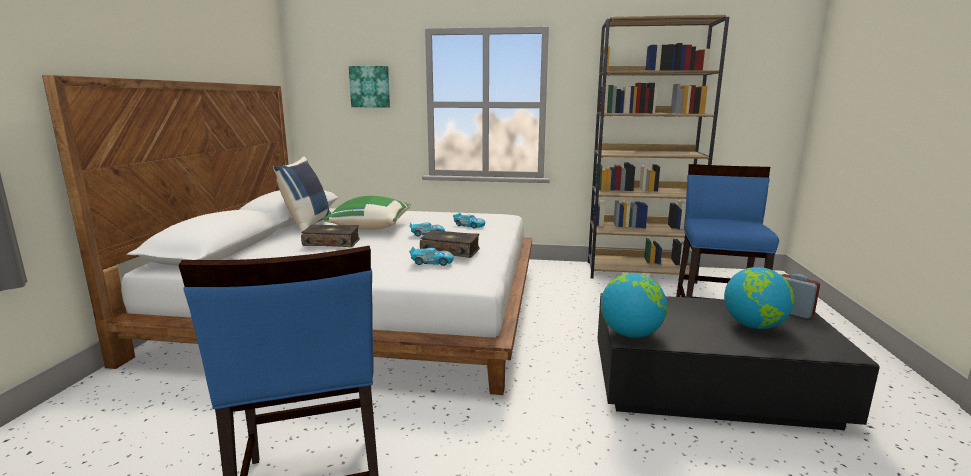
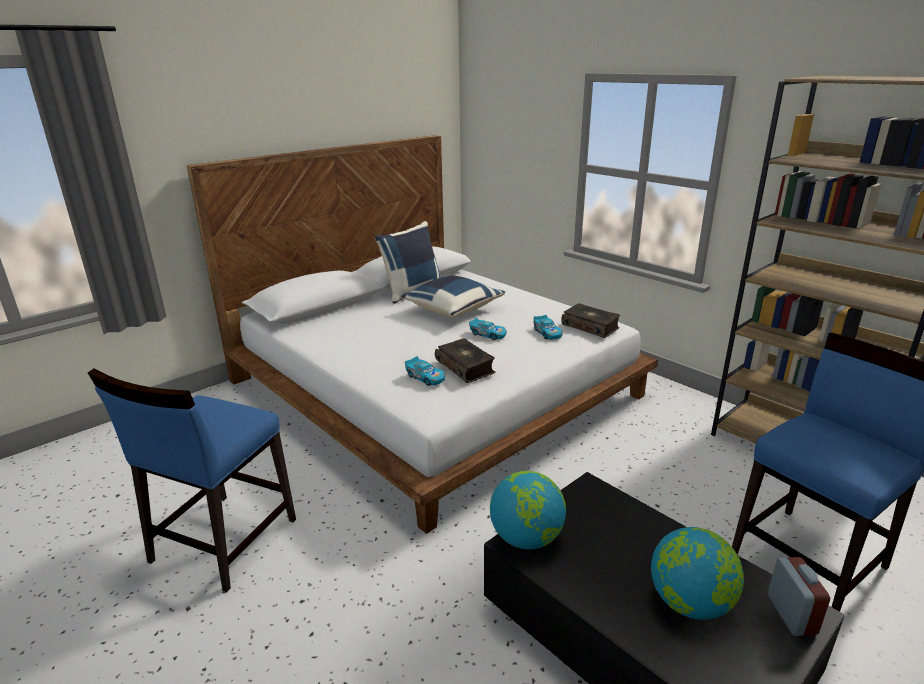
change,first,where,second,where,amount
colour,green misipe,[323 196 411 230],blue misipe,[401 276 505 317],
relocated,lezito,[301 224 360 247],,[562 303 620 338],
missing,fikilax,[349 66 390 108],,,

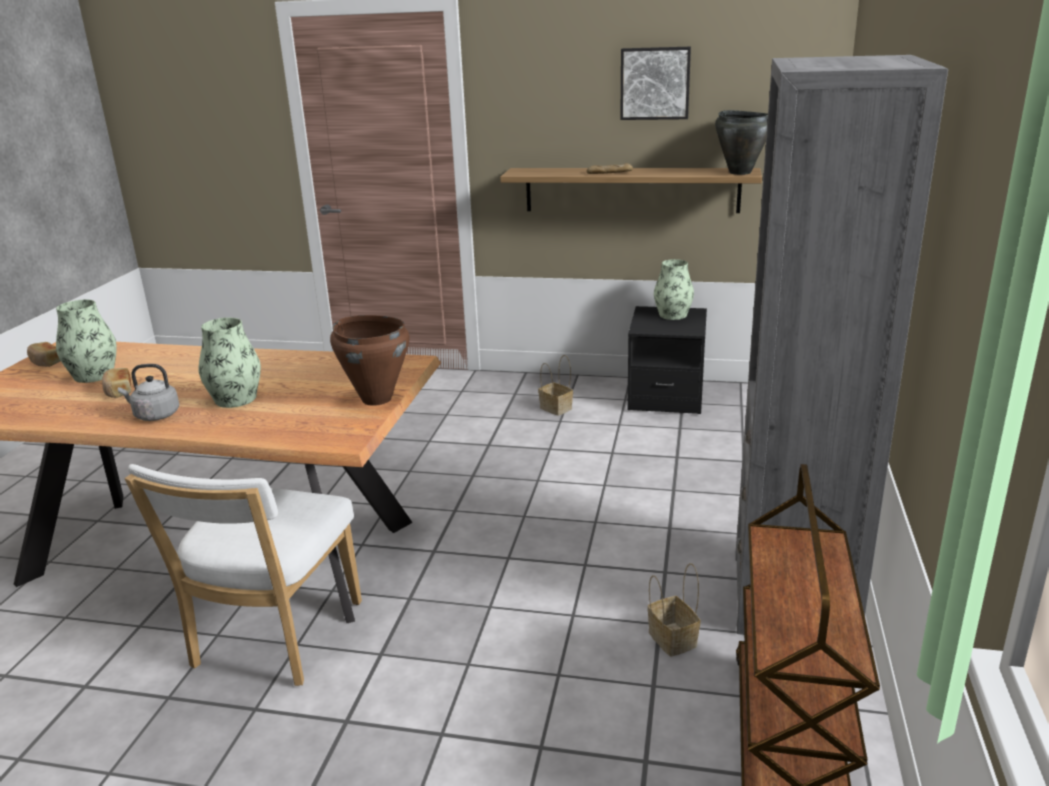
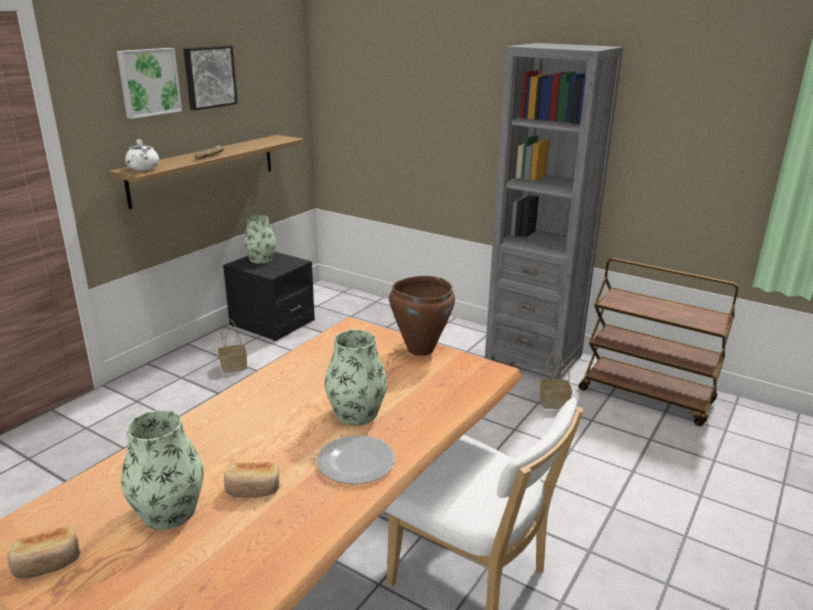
change,first,where,second,where,amount
appeared,,,fikilax,[117 48 182 119],
appeared,,,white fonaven,[125 139 159 171],
exchanged,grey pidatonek,[118 364 179 421],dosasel,[317 435 395 484],
missing,black fonaven,[715 110 768 175],,,

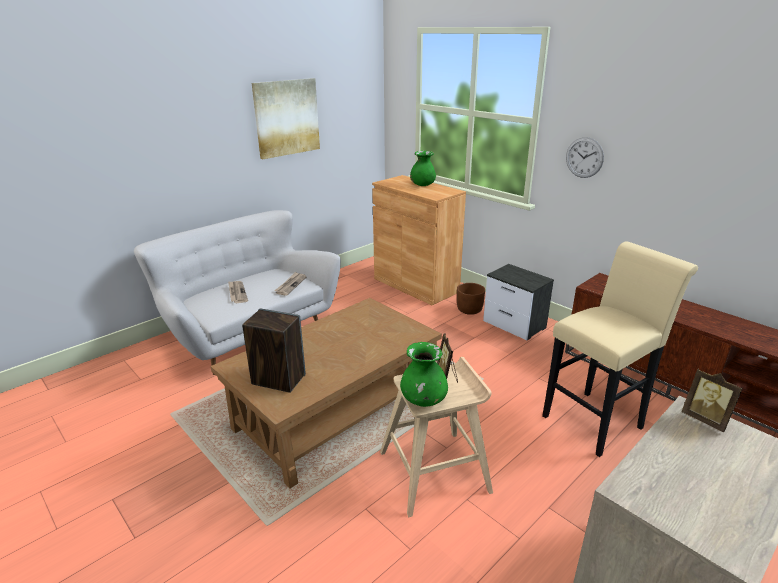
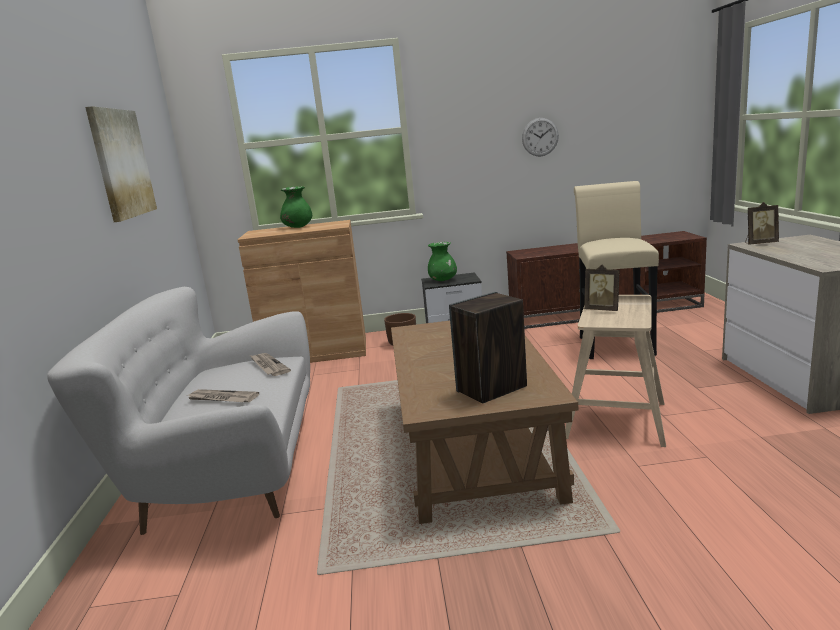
change,first,where,second,where,amount
relocated,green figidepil,[400 342 448 407],,[428 242 457 281],
relocated,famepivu,[566 137 604 178],,[522 118 559 156],

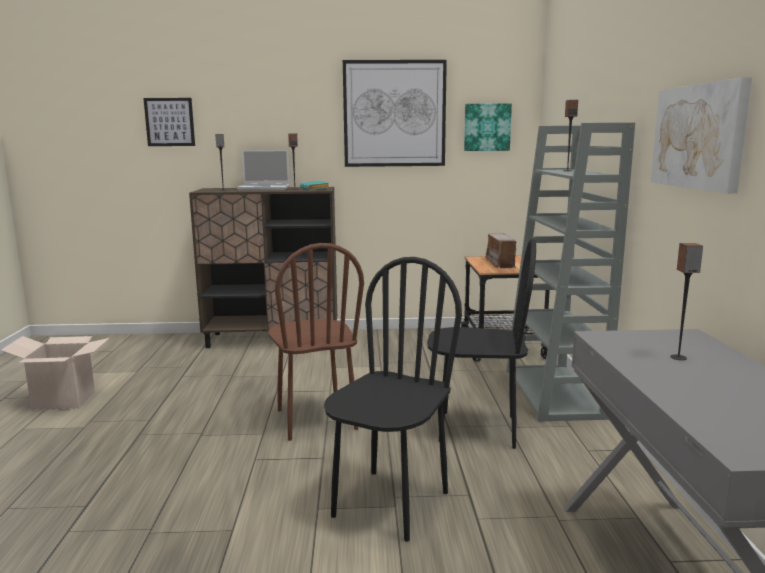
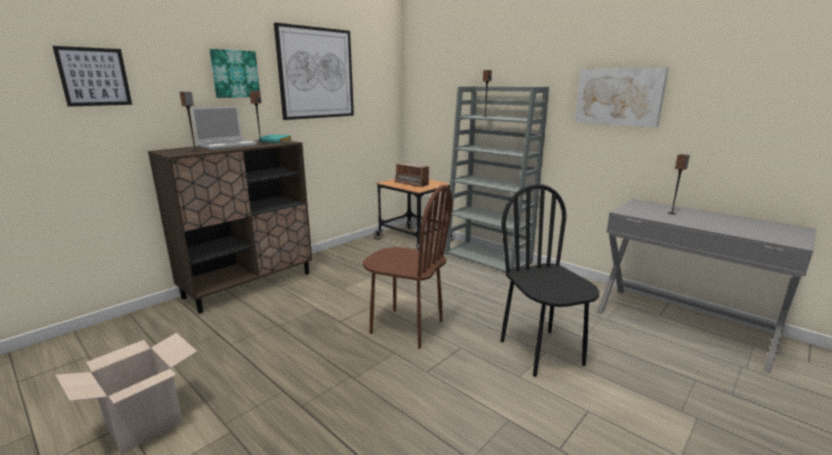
change,first,where,second,where,amount
relocated,fikilax,[464 103 512 151],,[209 49 260 98],
missing,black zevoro,[427 239 536 449],,,

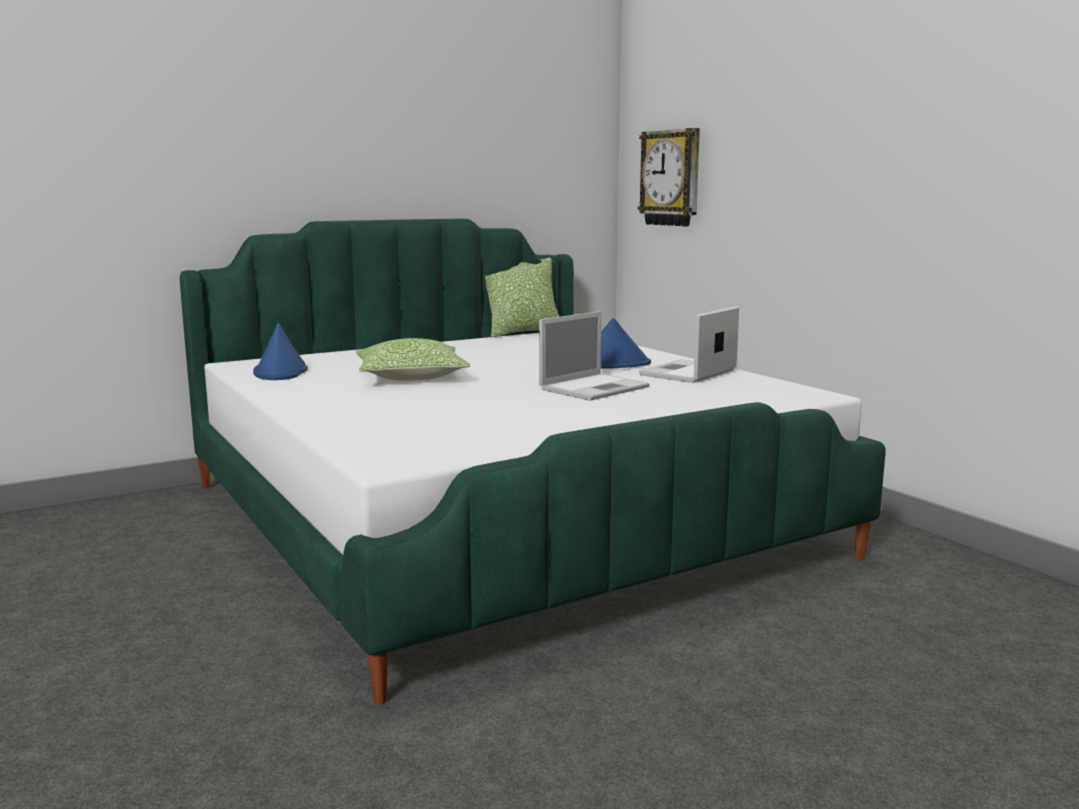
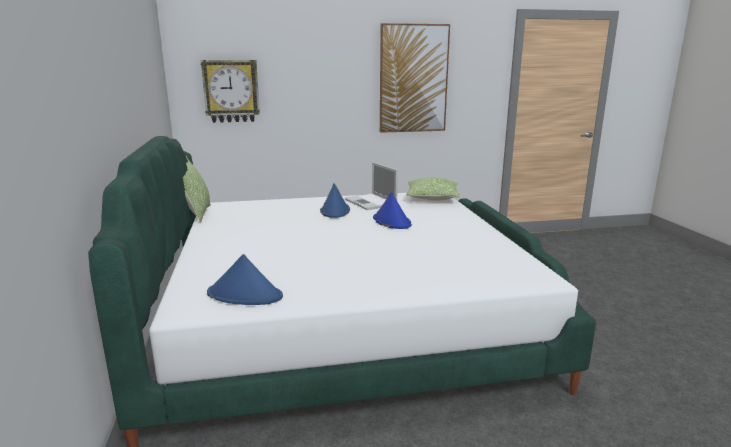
change,first,where,second,where,amount
exchanged,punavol,[539 311 649 401],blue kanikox,[373 192 412 229],
appeared,,,fikilax,[380 23 450 133],
relocated,misipe,[356 338 470 381],,[406 177 460 201],

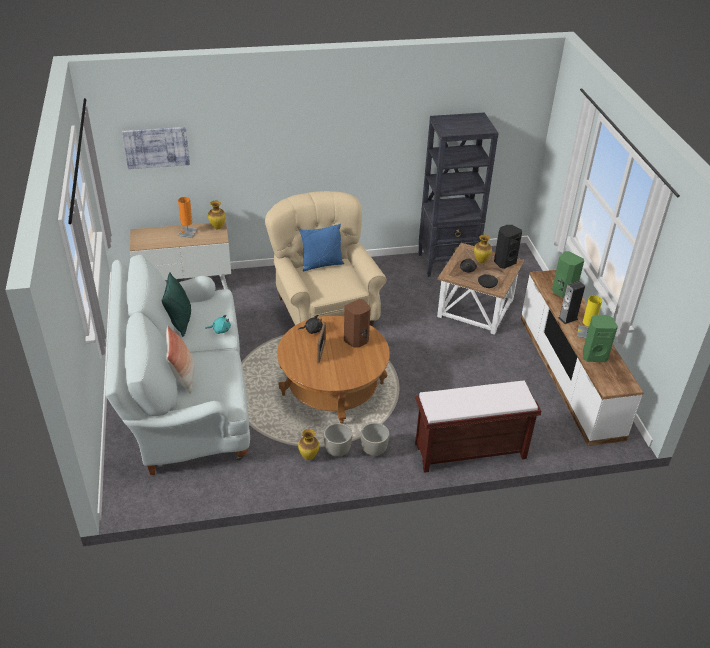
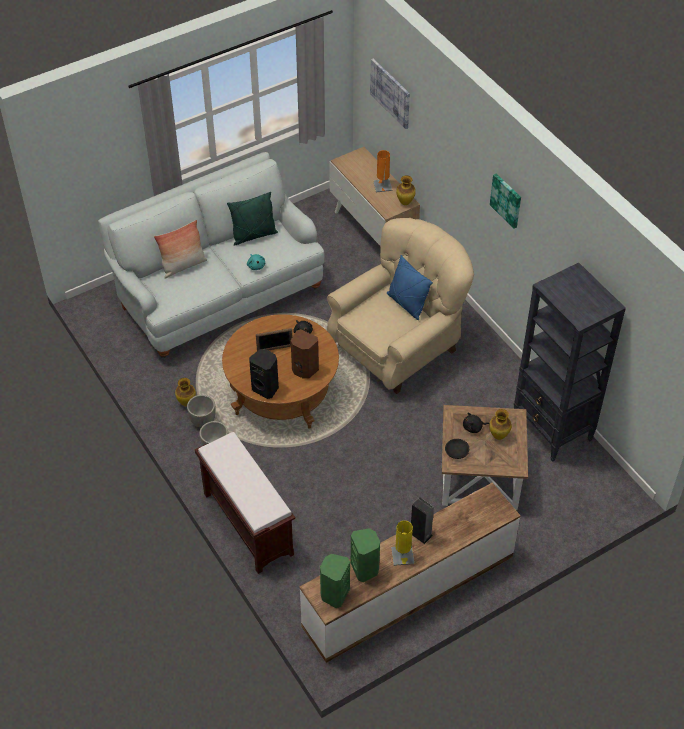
change,first,where,second,where,amount
relocated,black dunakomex,[494 225 522 269],,[249 349 279 399],
relocated,green dunakomex,[552 251 584 298],,[320 554 350 608],
appeared,,,fikilax,[490 173 521 229],

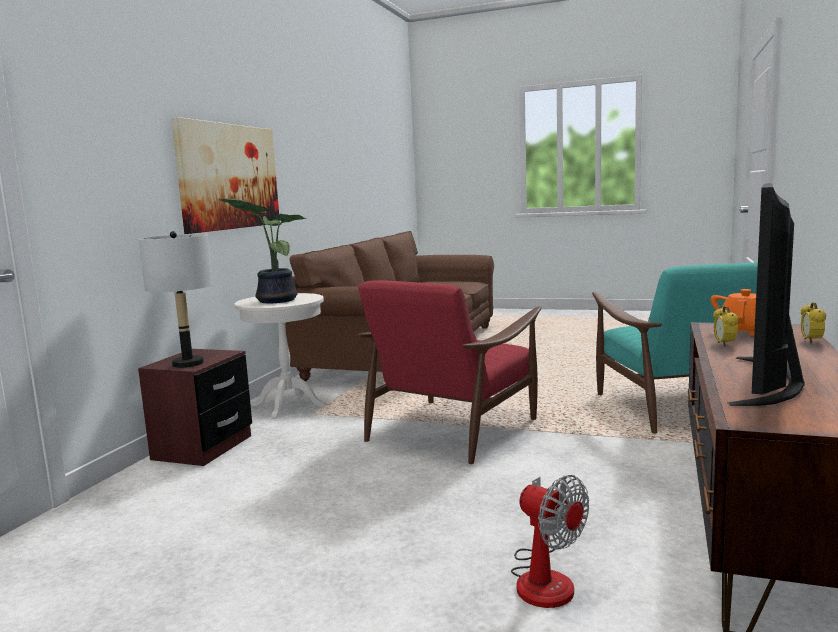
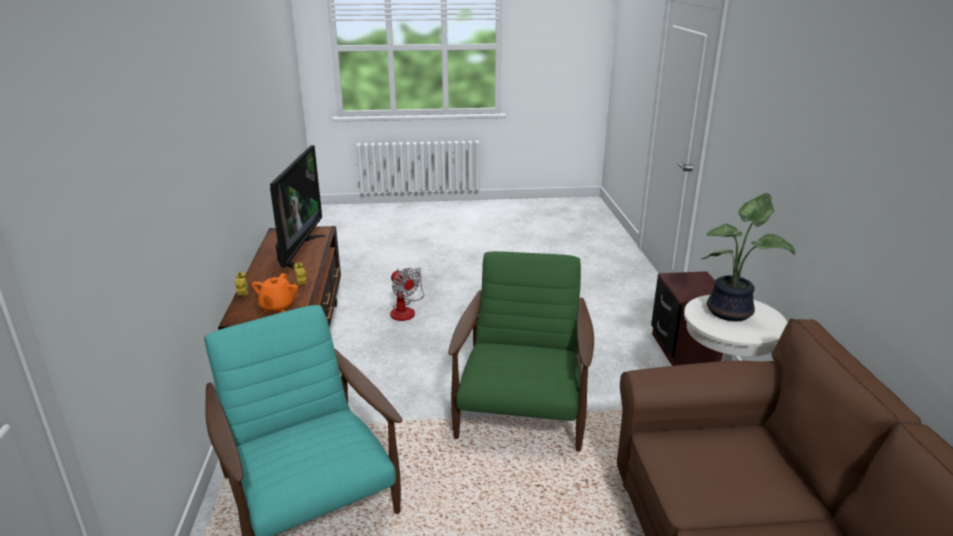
change,first,where,second,where,amount
spun,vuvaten,[511 475 589 608],,[390 267 424 321],150 degrees counterclockwise
colour,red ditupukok,[358 280 542 464],green ditupukok,[448 251 594 452],
missing,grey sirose,[138 231 213 368],,,
missing,fikilax,[171 117 280 234],,,

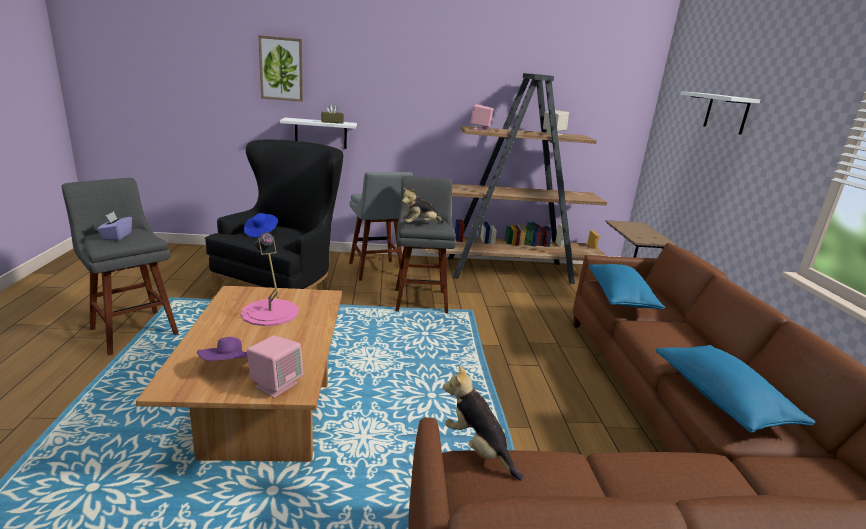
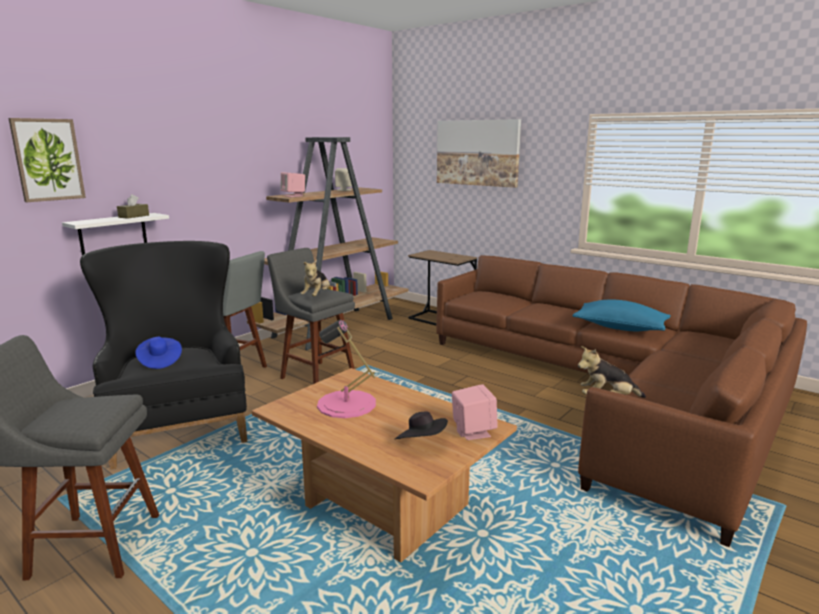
change,first,where,second,where,amount
colour,purple kanikox,[197 337 247 361],black kanikox,[395 411 448 439],
exchanged,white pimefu,[680 91 760 134],fikilax,[437 119 521 188],
missing,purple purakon,[97 211 132 241],,,
missing,blue misipe,[589 264 665 309],,,

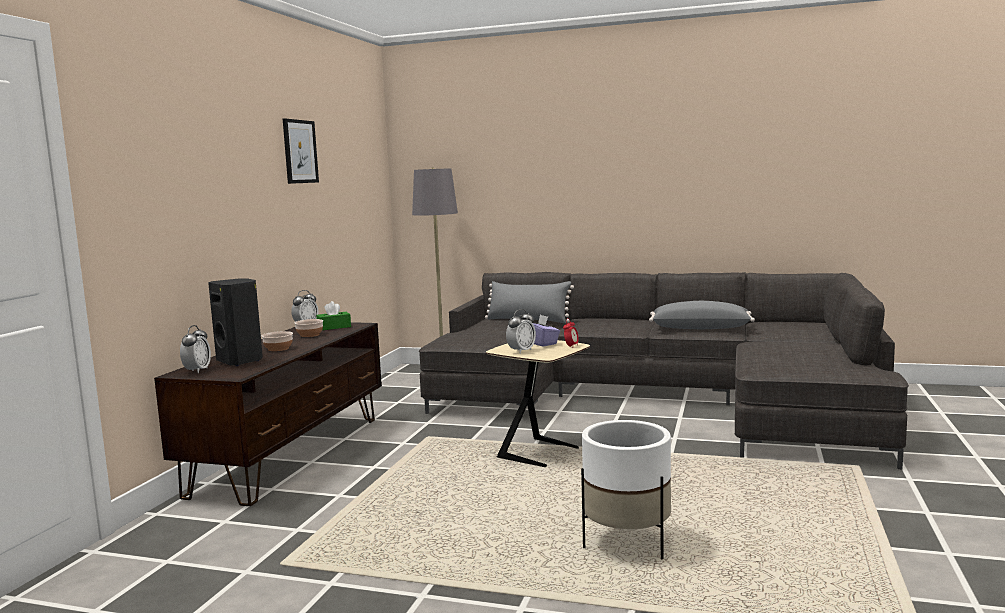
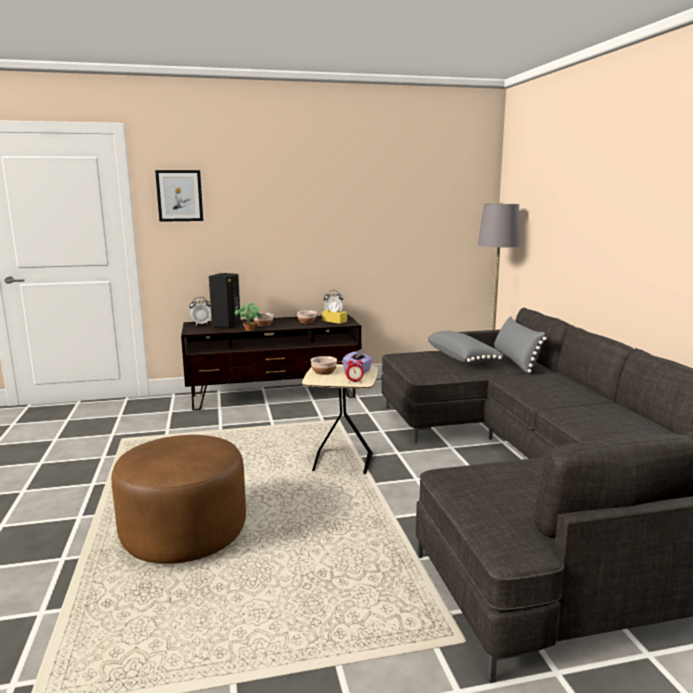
change,first,where,second,where,amount
exchanged,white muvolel,[581 420 671 560],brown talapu,[111 435 246 564],
relocated,fikilax,[283 118 319 184],,[155 170 203 222],
appeared,,,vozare,[234 302 264 331],
exchanged,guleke,[506 309 536 354],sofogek,[311 356 337 375],
colour,green purakon,[316 301 351 330],yellow purakon,[322 302 347 324],
relocated,grey misipe,[649 301 755 329],,[426 331 503 364],

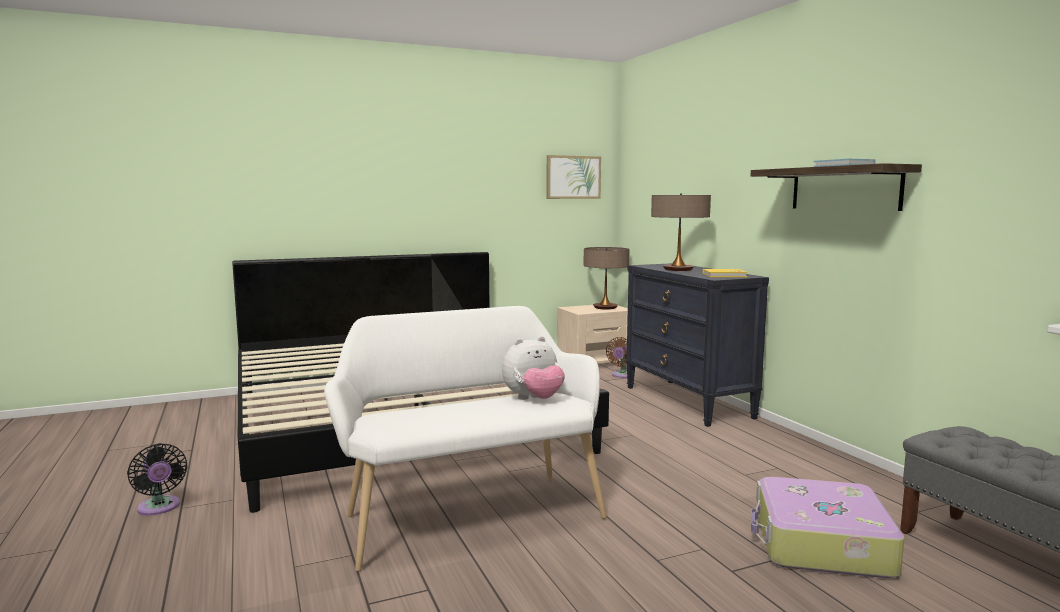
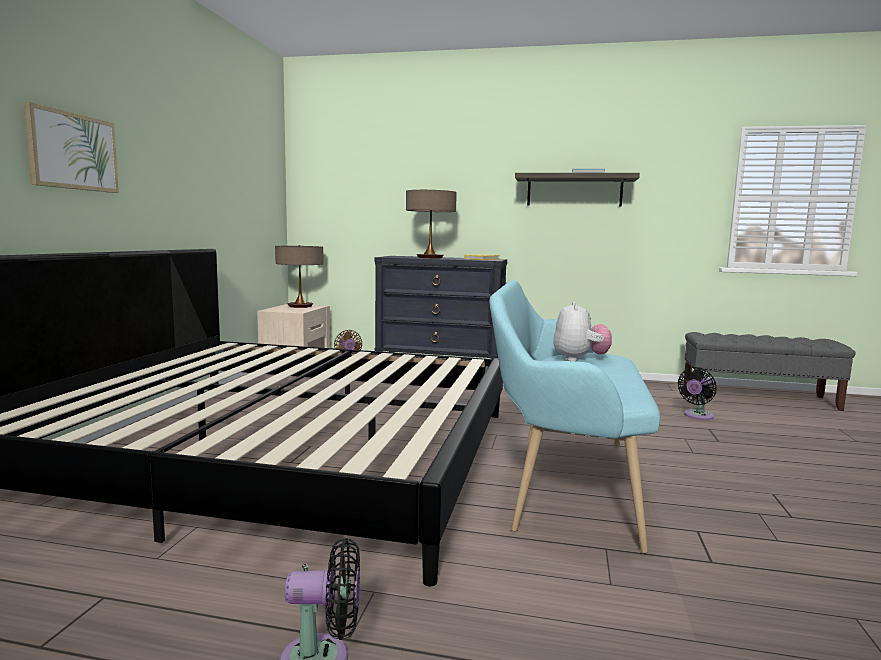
change,first,where,second,where,amount
relocated,fikilax,[546 155 601 199],,[23 102 119 193],
colour,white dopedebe,[324 306 607 572],turquoise dopedebe,[489 280 660 553],
exchanged,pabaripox,[751 477 905 578],black vuvaten,[678 367 717 420],

